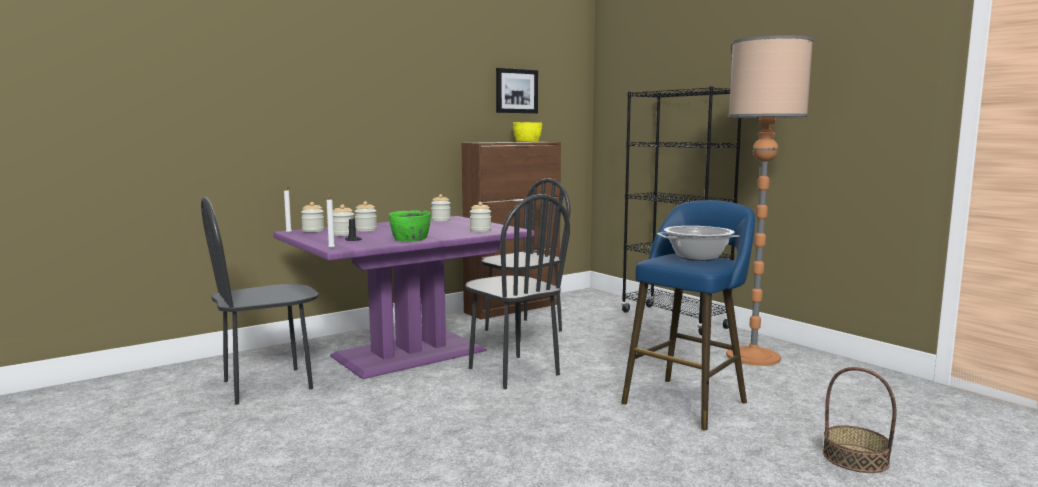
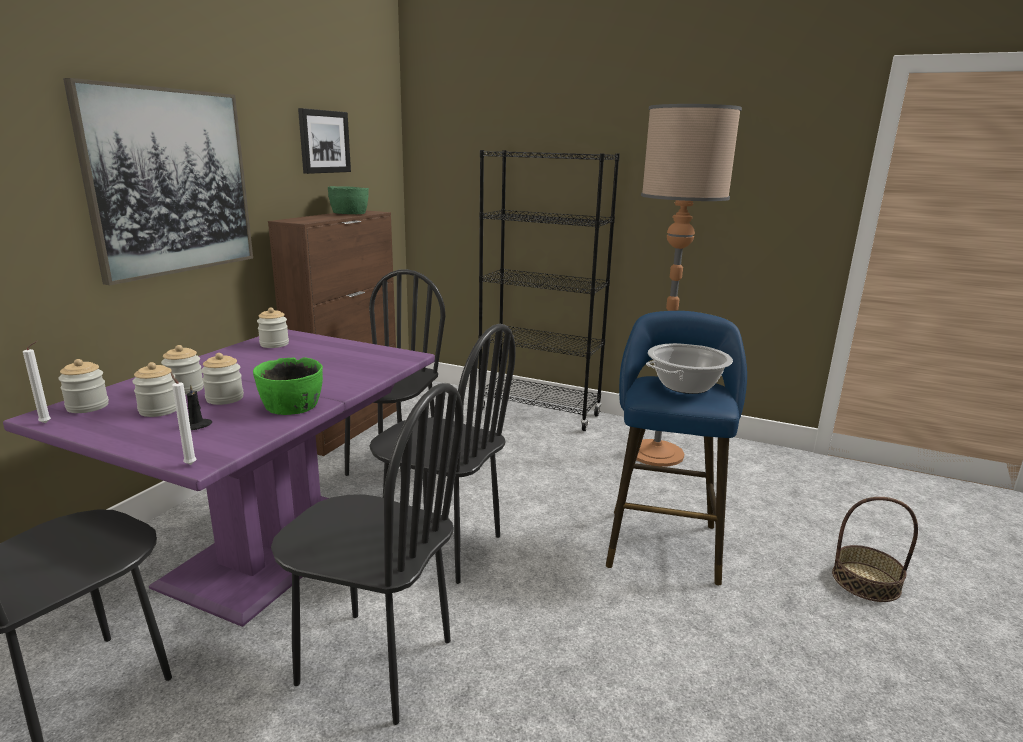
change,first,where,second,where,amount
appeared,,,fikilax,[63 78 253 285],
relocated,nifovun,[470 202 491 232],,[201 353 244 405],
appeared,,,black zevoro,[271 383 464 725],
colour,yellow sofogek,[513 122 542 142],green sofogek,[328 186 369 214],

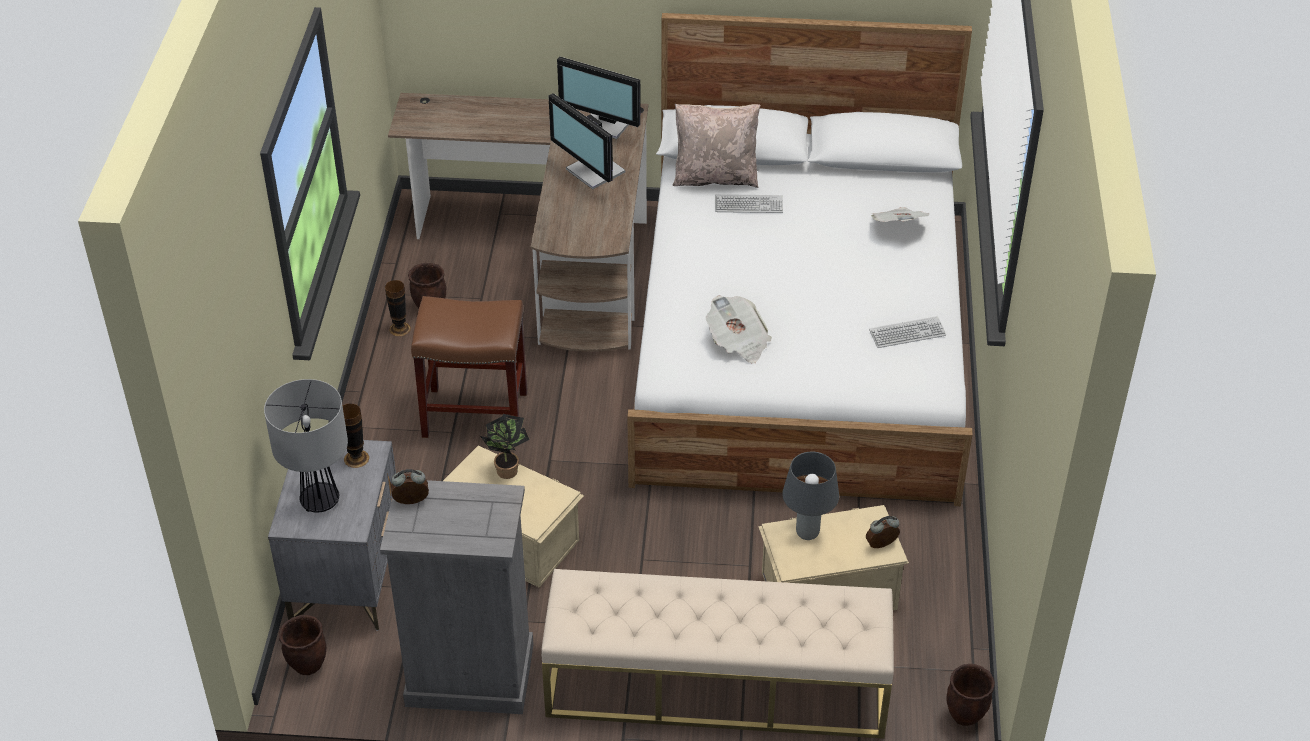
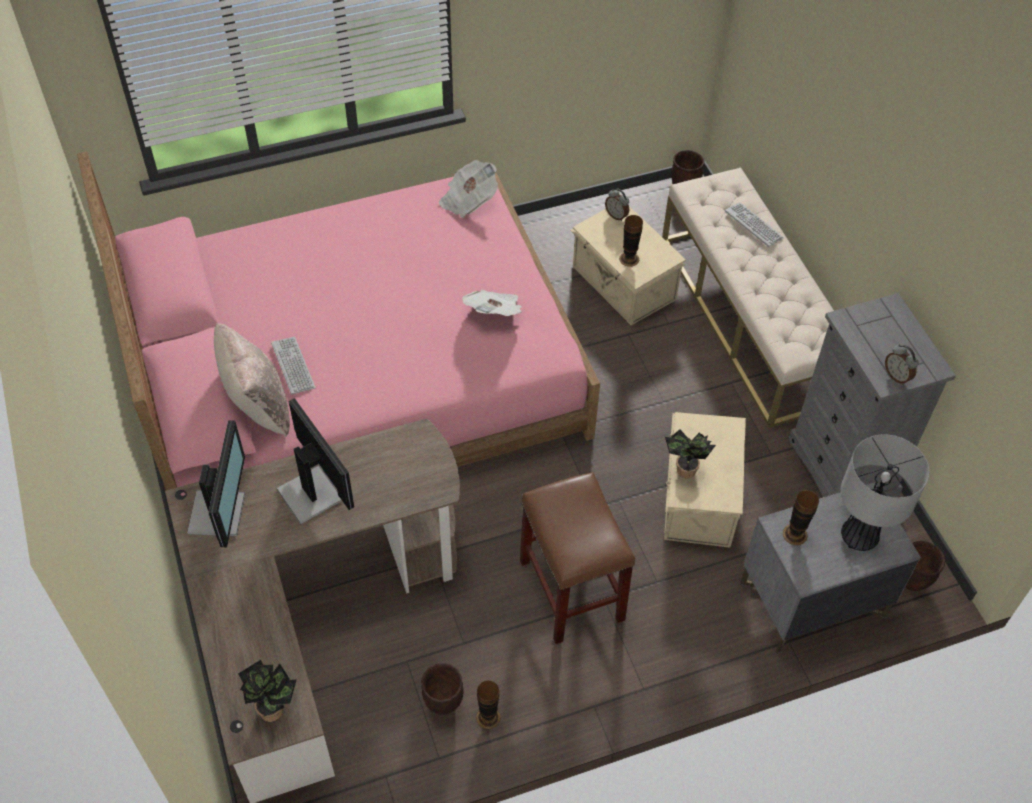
change,first,where,second,where,amount
colour,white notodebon,[627 13 973 506],pink notodebon,[77 152 600 496],
appeared,,,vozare,[238 660 297 722],
spun,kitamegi,[548 93 625 189],,[277 398 354 524],60 degrees counterclockwise
relocated,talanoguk,[871 207 930 222],,[439 160 498 218],
exchanged,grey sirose,[782 452 839 540],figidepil,[619 215 643 267],
relocated,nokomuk,[869 316 946 348],,[725 202 784 247],

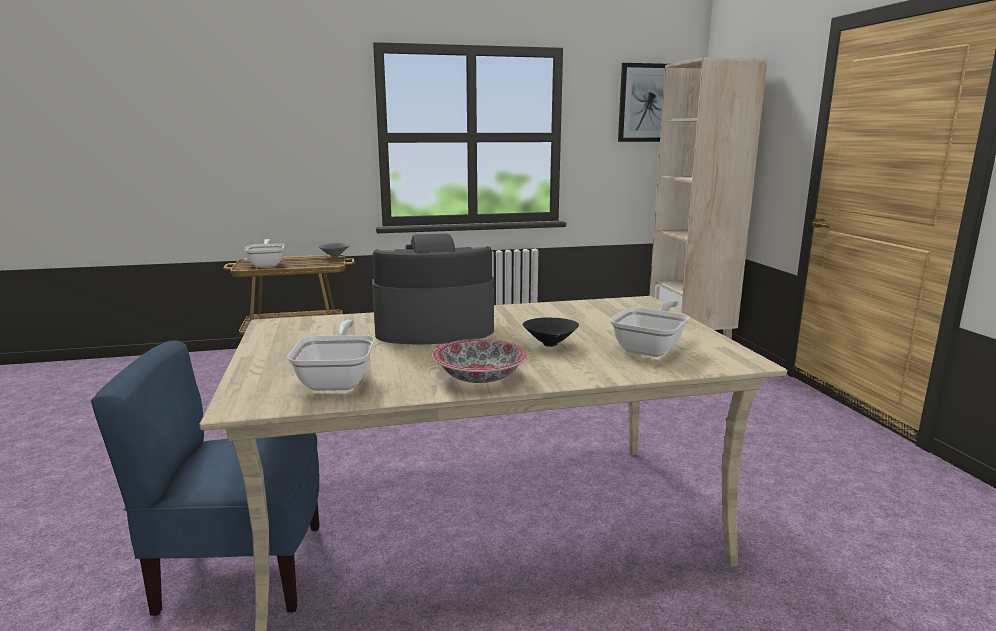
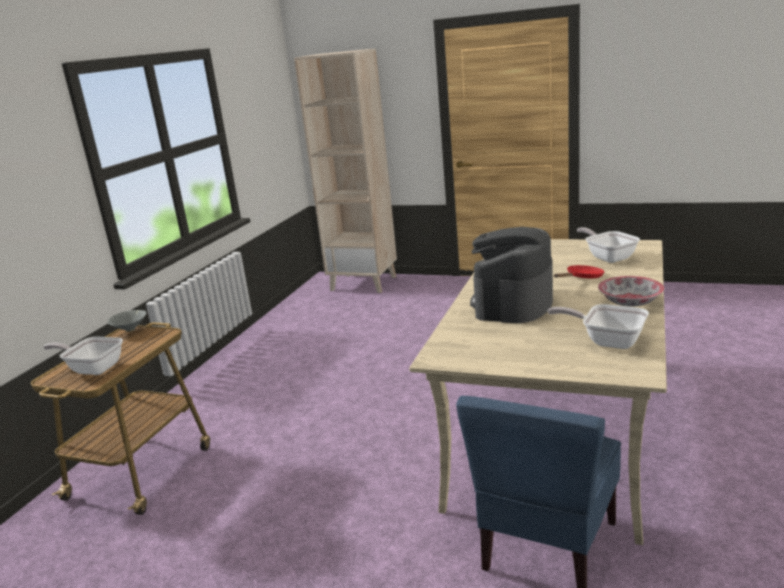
change,first,where,second,where,amount
exchanged,black sofogek,[523 318 579 347],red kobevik,[554 265 604 279],
missing,fikilax,[618 63 668 142],,,

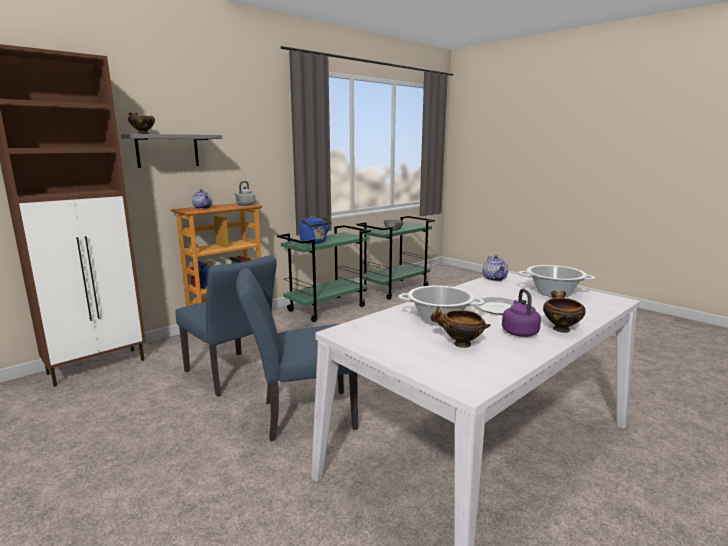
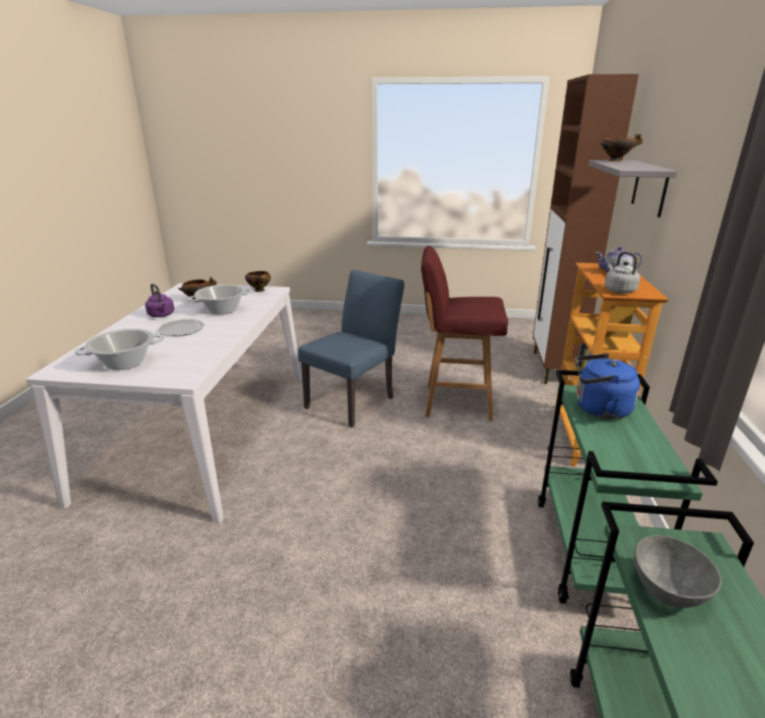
change,first,where,second,where,amount
relocated,sofogek,[543 291 586 333],,[245 271 271 292],
exchanged,blue zevoro,[176 255 277 397],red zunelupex,[421 246 508 421],
missing,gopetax,[482 255 508 281],,,

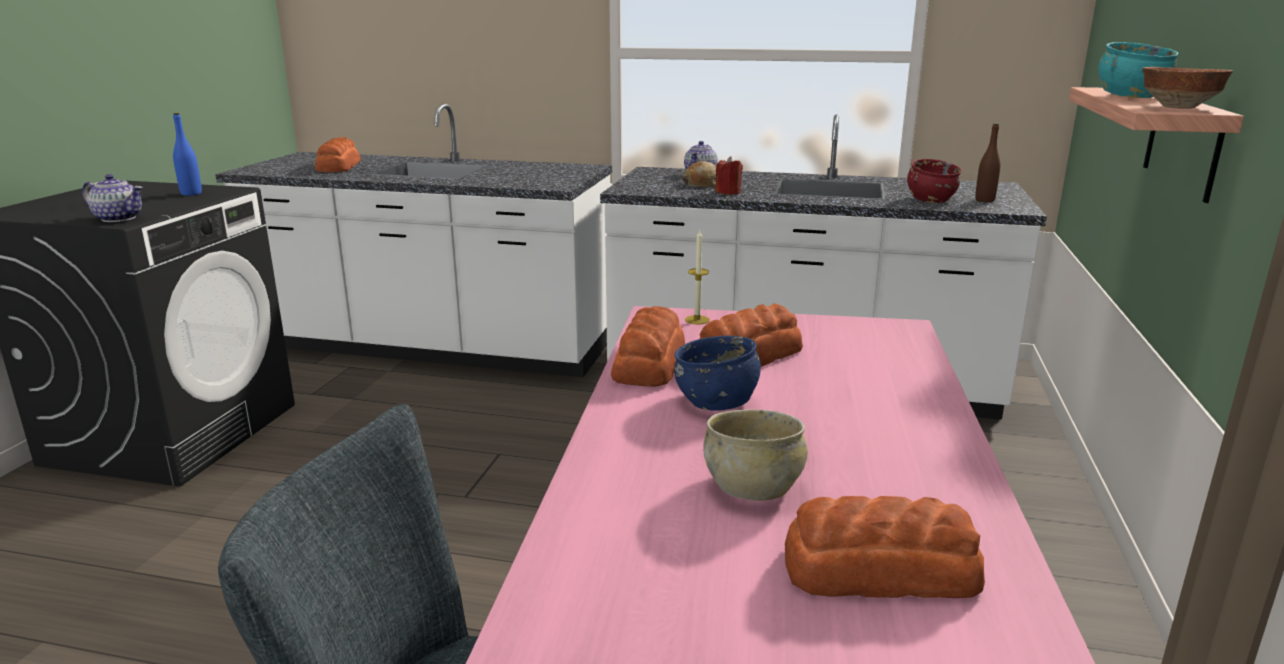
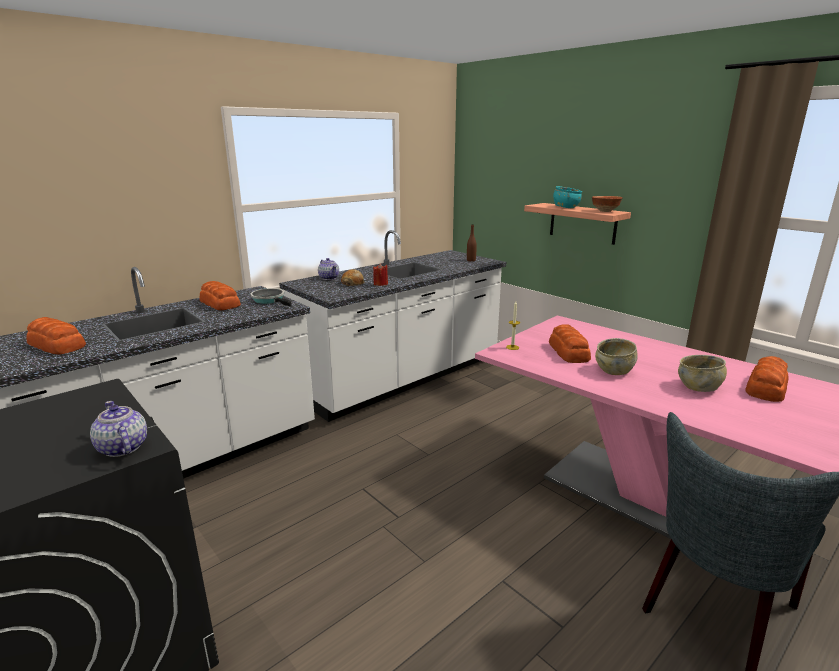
change,first,where,second,where,amount
spun,gopetax,[82 174 143 222],,[90 401 147 457],90 degrees counterclockwise
relocated,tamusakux,[611 306 685 386],,[200 281 241 311],
appeared,,,kobevik,[251 288 292 307],
colour,blue sofogek,[675 336 761 411],beige sofogek,[595 338 638 375],
missing,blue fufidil,[173 113 202 196],,,
missing,red sofogek,[907 159 961 203],,,

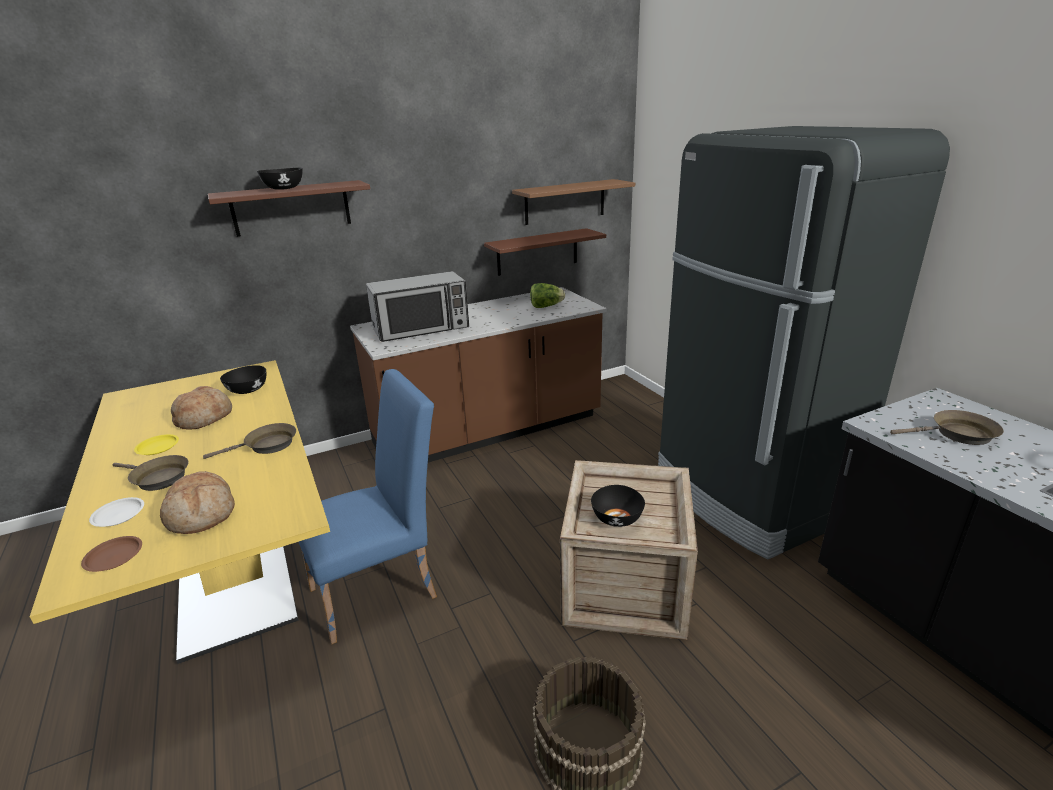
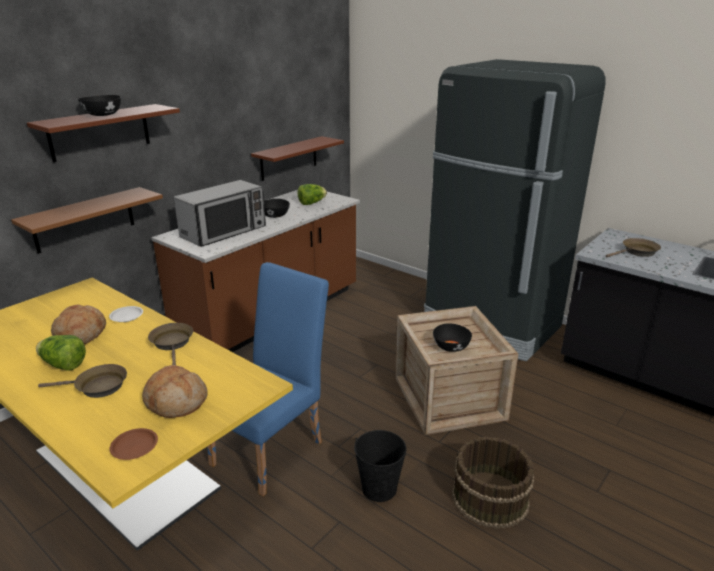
change,first,where,second,where,amount
relocated,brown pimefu,[512 179 635 225],,[11 187 163 254],
exchanged,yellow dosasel,[134 434 179 455],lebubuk,[36 335 86 371],
relocated,white dosasel,[89 497 144 527],,[109 306 143 322],
spun,brown kobevik,[203 423 296 459],,[148 323 193 365],60 degrees counterclockwise
relocated,black sofogek,[220 365 266 394],,[264 199 290 218],
appeared,,,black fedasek,[354 430 407 502],

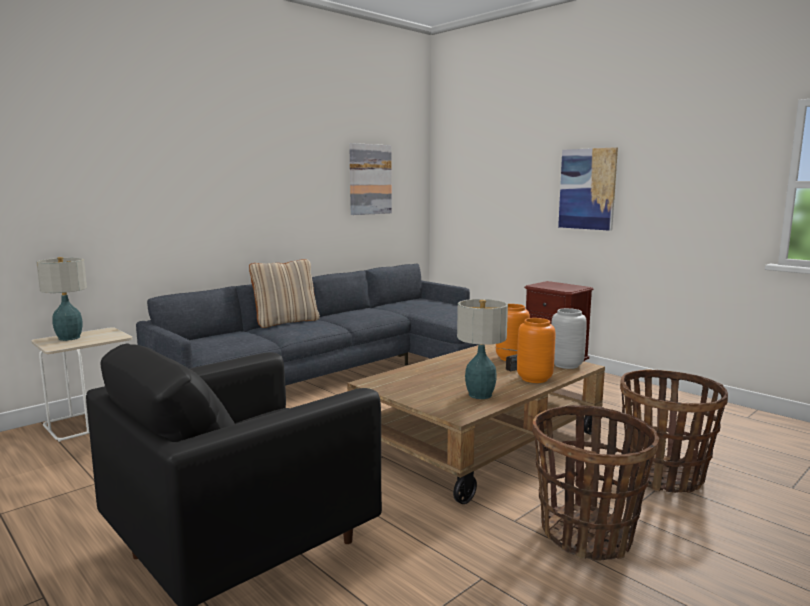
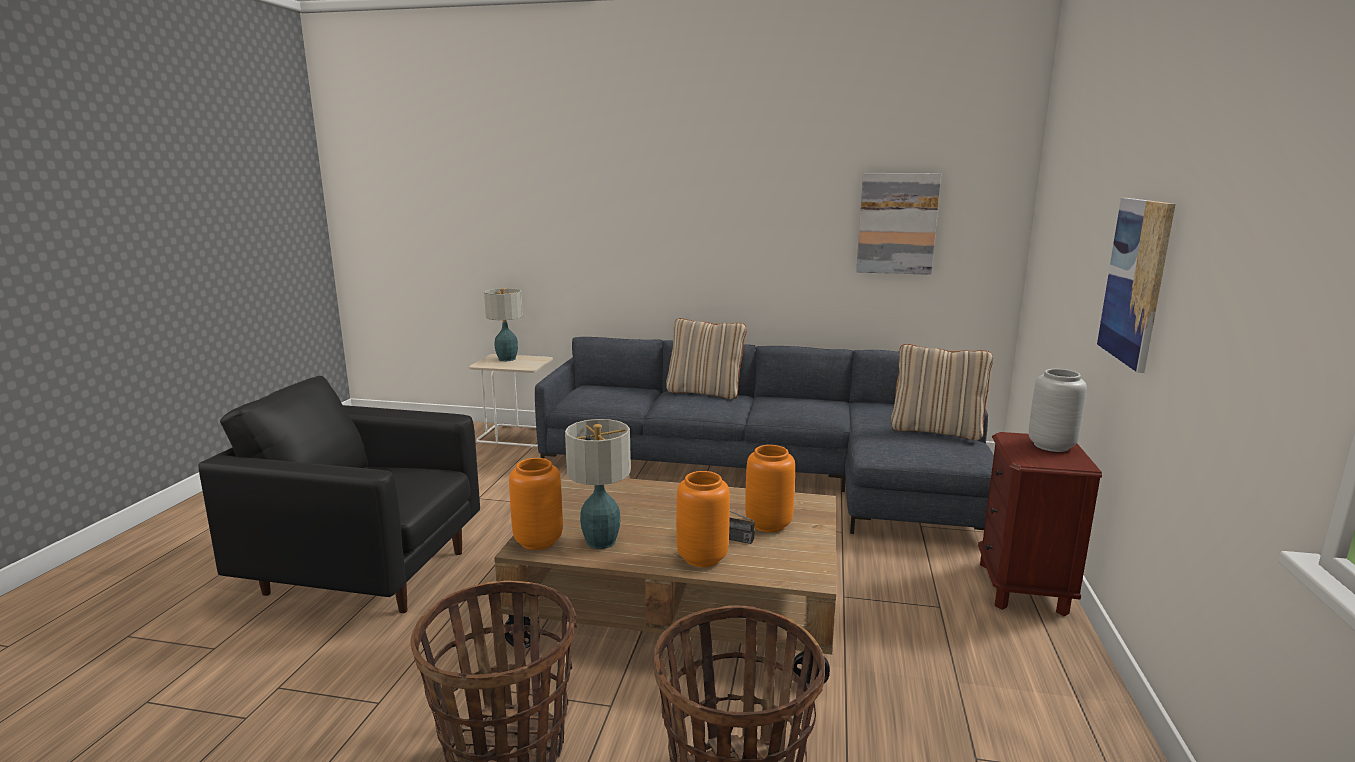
change,first,where,second,where,amount
appeared,,,orange figidepil,[509 458 563 550],
appeared,,,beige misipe,[890 344 993 441],
relocated,grey figidepil,[551 308 587 369],,[1028 369 1087 452],

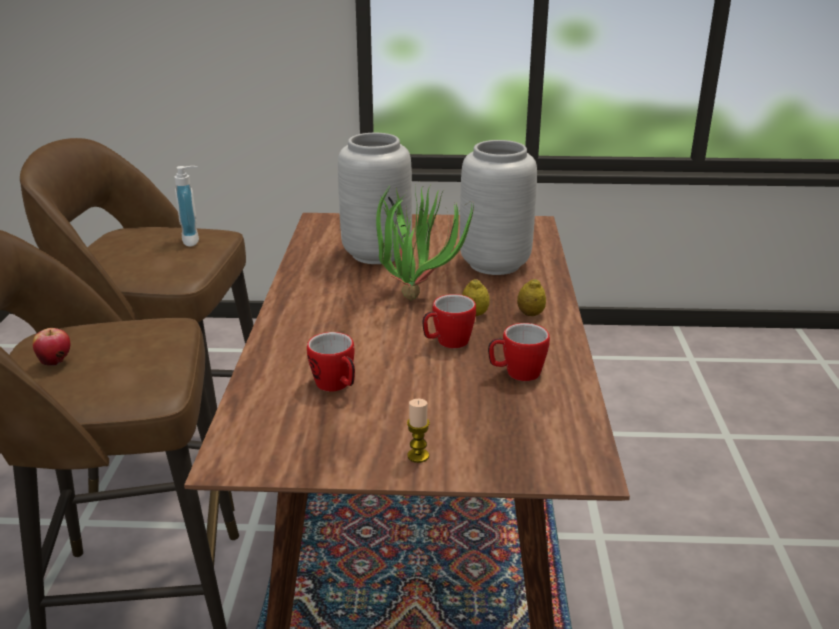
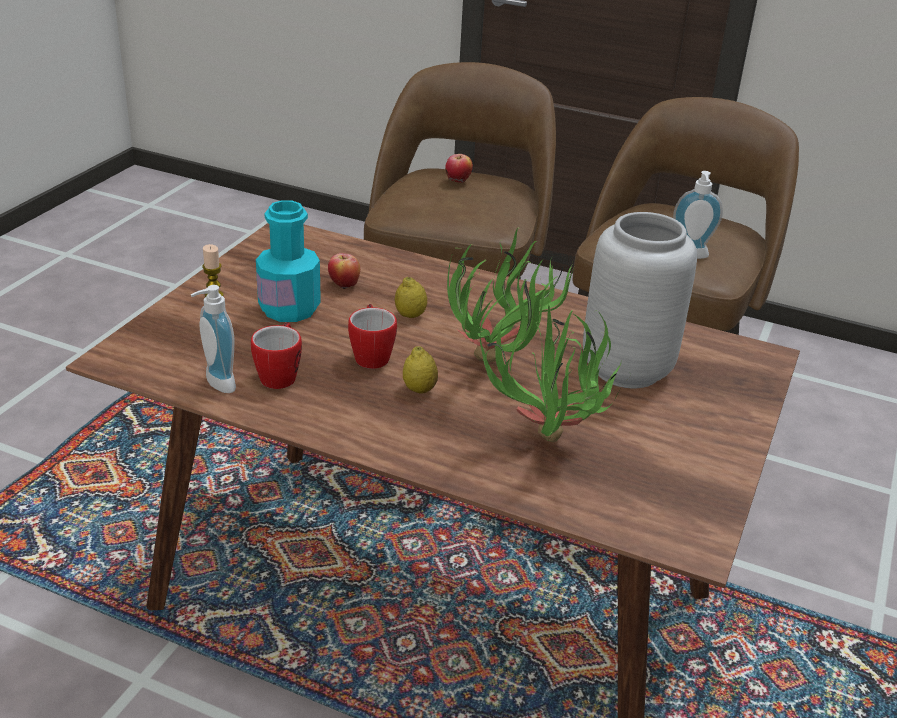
change,first,where,second,where,amount
appeared,,,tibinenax,[191 285 236 393],
appeared,,,turquoise fufidil,[256 200 321 322],
exchanged,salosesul,[307 332 355 392],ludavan,[328 253 360 290],
relocated,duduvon,[517 278 546 316],,[395 277 427 318],
exchanged,grey figidepil,[460 140 537 275],vozare,[480 304 627 442],

